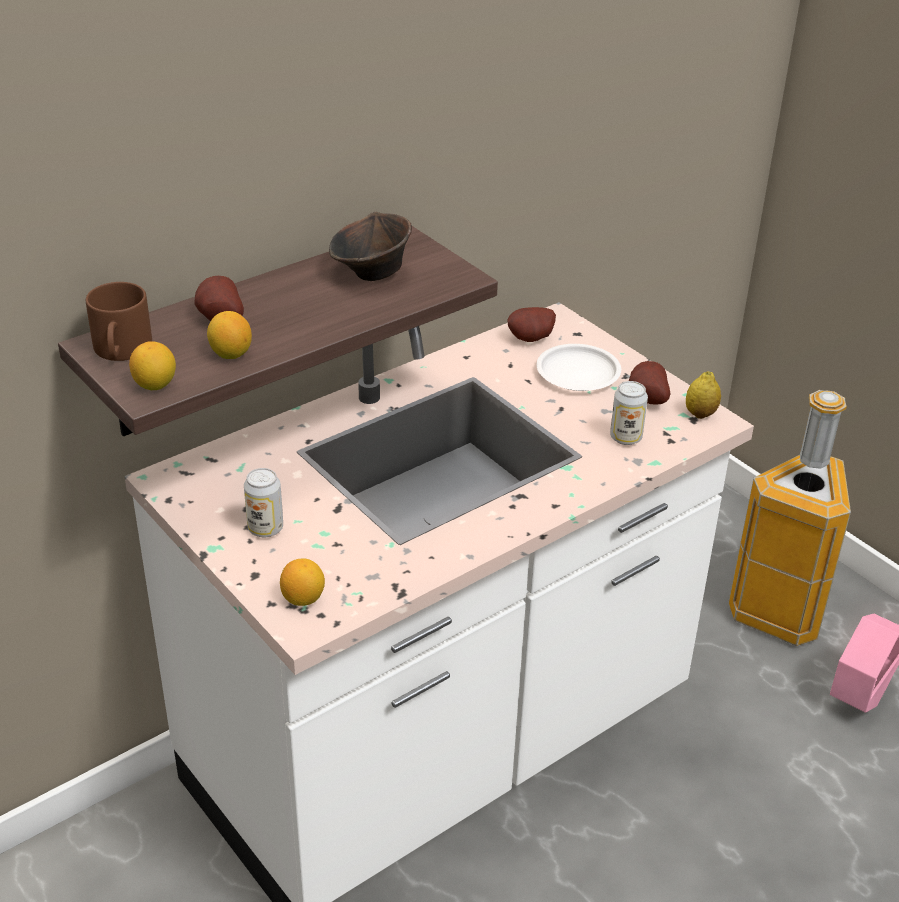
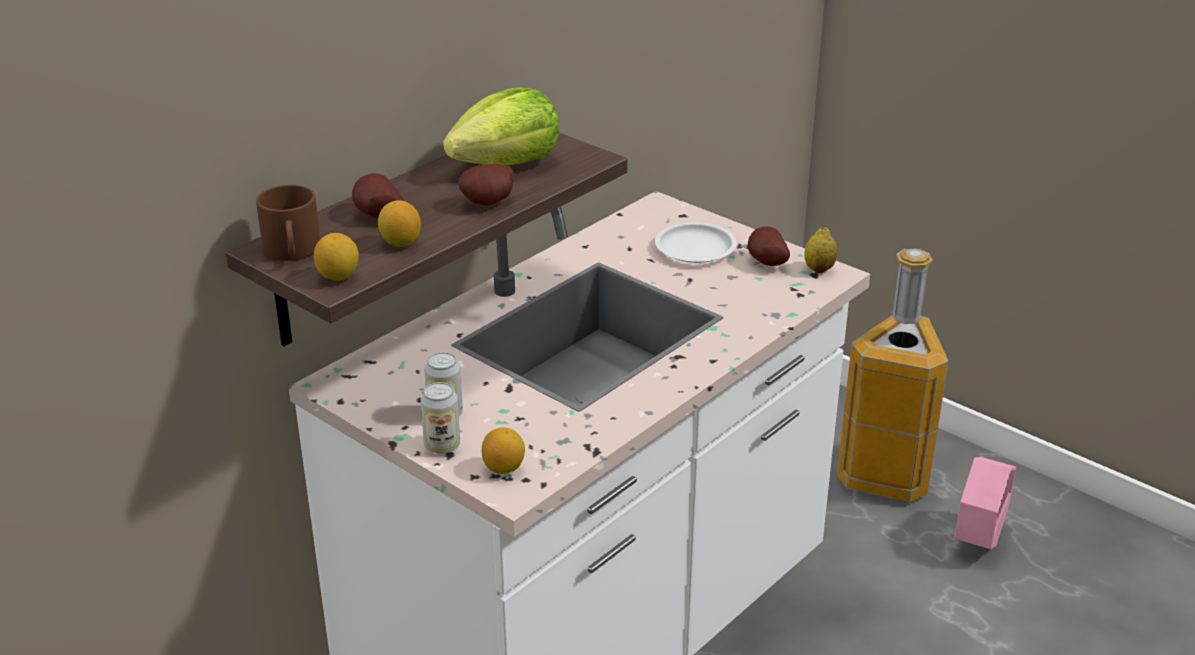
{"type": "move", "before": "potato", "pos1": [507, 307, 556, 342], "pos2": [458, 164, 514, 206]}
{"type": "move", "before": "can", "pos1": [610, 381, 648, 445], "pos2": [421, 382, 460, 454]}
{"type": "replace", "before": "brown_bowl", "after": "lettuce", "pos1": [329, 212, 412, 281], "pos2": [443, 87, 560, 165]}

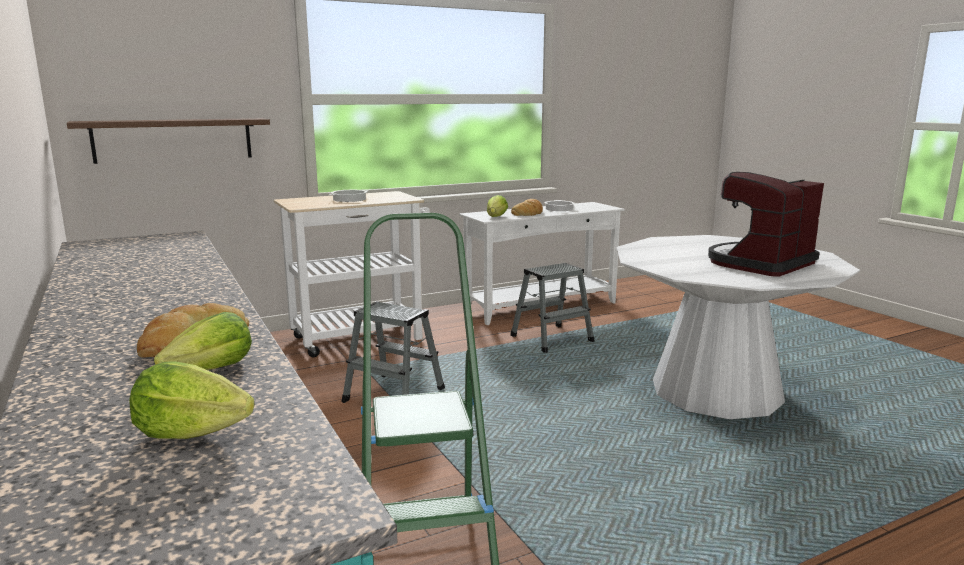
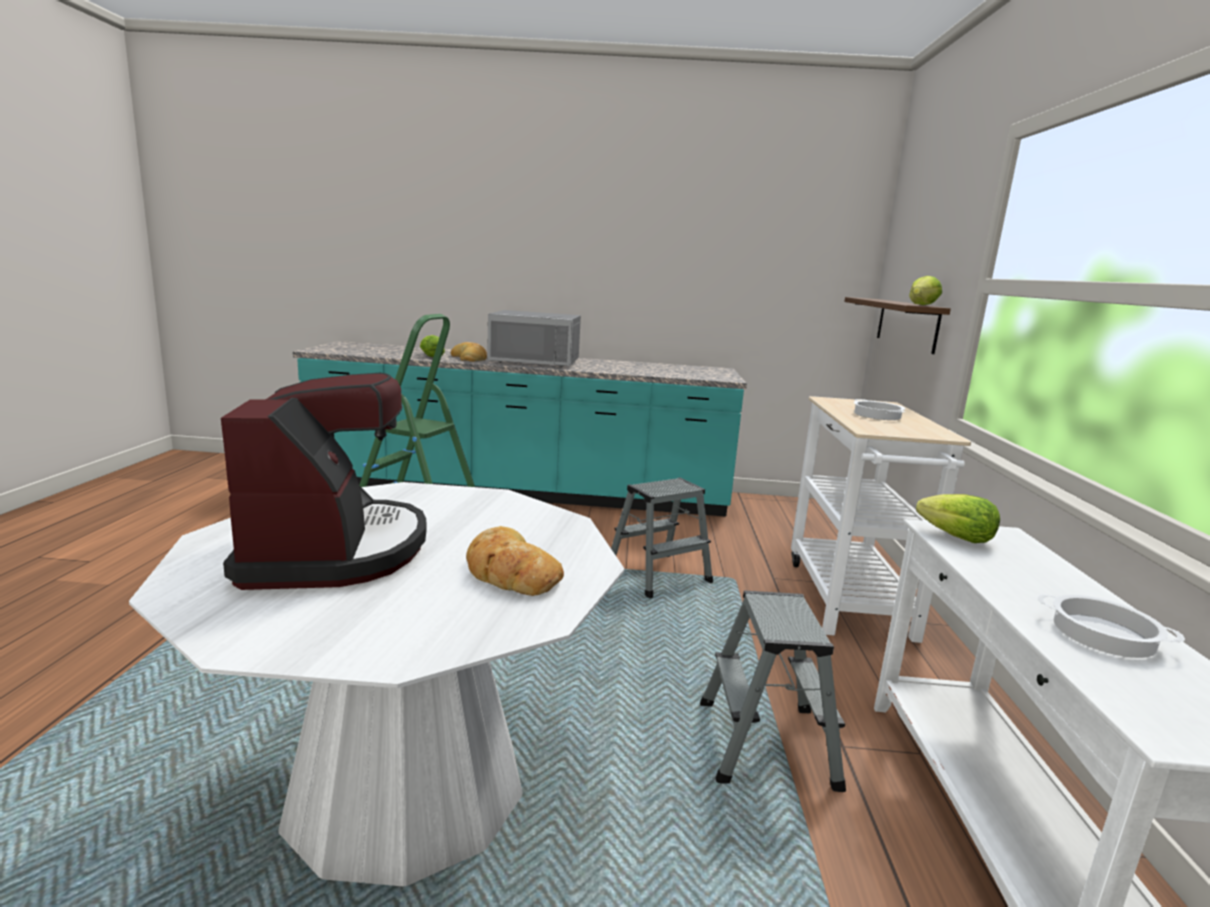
{"type": "insert", "after": "grey_microwave", "pos2": [487, 310, 581, 367]}
{"type": "move", "before": "lettuce", "pos1": [129, 361, 254, 439], "pos2": [909, 276, 942, 305]}
{"type": "move", "before": "bread", "pos1": [511, 199, 543, 216], "pos2": [466, 526, 564, 596]}

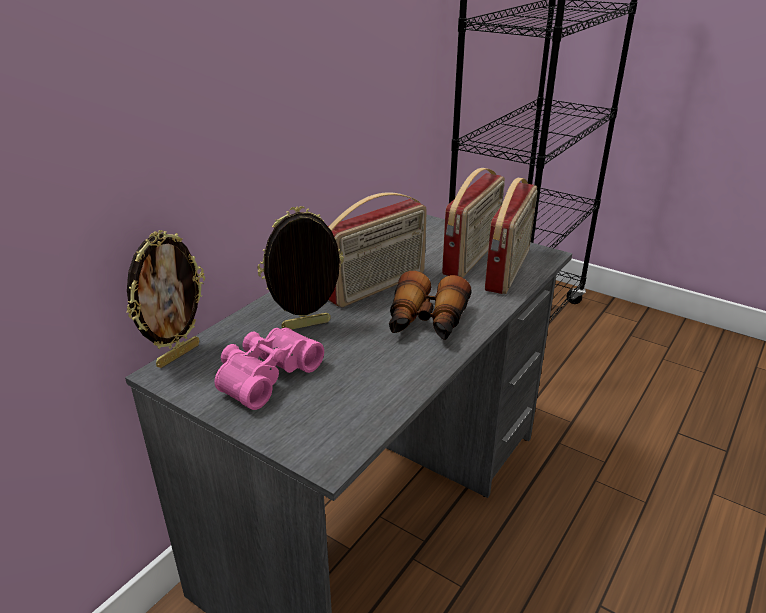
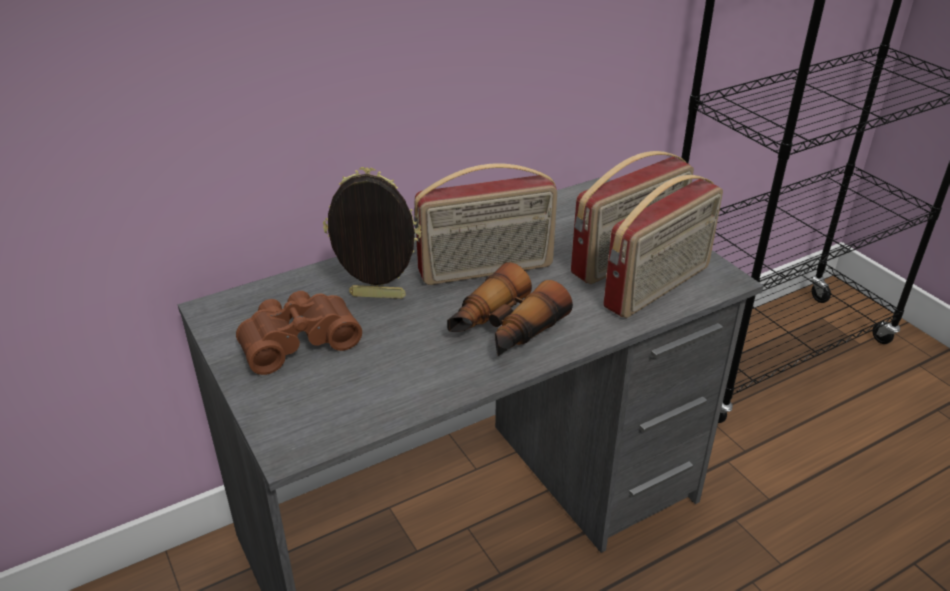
{"type": "delete", "before": "picture_frame", "pos1": [127, 230, 205, 368]}
{"type": "recolor", "before": "pink_binoculars", "after": "brown_binoculars", "pos1": [215, 328, 324, 410], "pos2": [236, 291, 362, 375]}

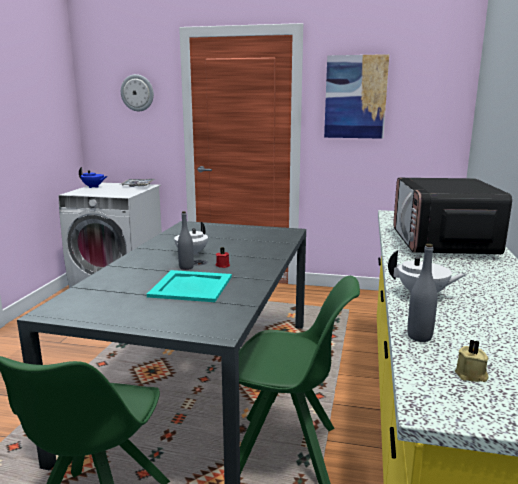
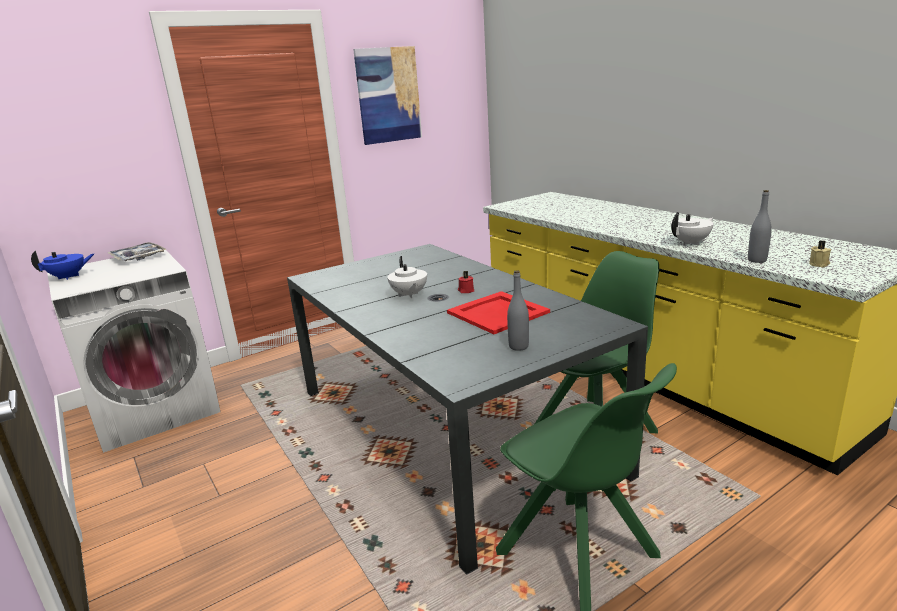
{"type": "delete", "before": "wall_clock", "pos1": [121, 74, 154, 111]}
{"type": "delete", "before": "microwave", "pos1": [393, 178, 512, 254]}
{"type": "move", "before": "grey_bottle", "pos1": [178, 211, 194, 270], "pos2": [507, 270, 529, 351]}
{"type": "recolor", "before": "turquoise_tray", "after": "red_tray", "pos1": [147, 270, 232, 302], "pos2": [447, 291, 550, 334]}

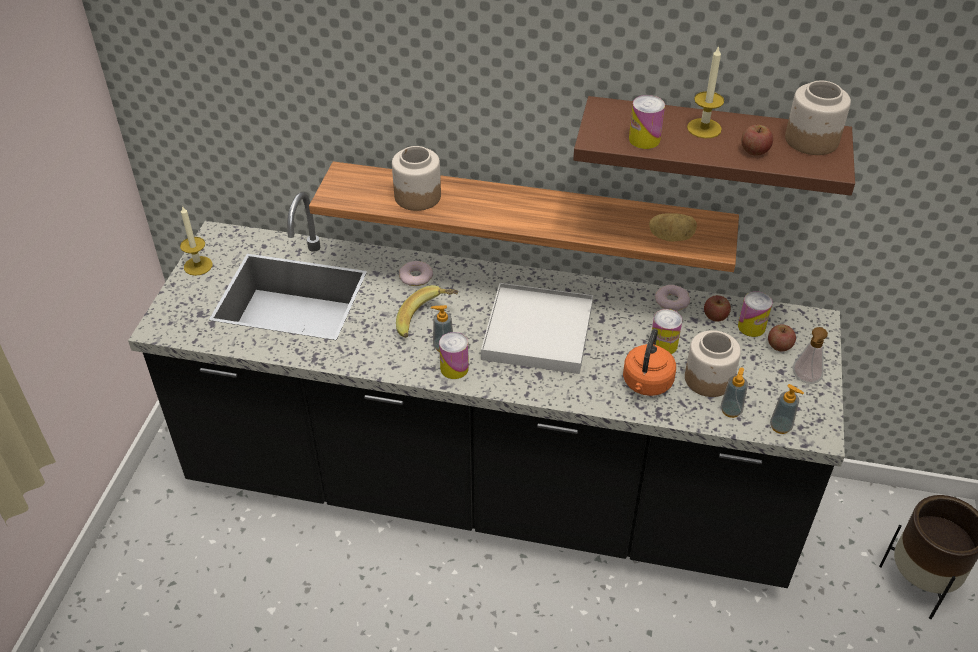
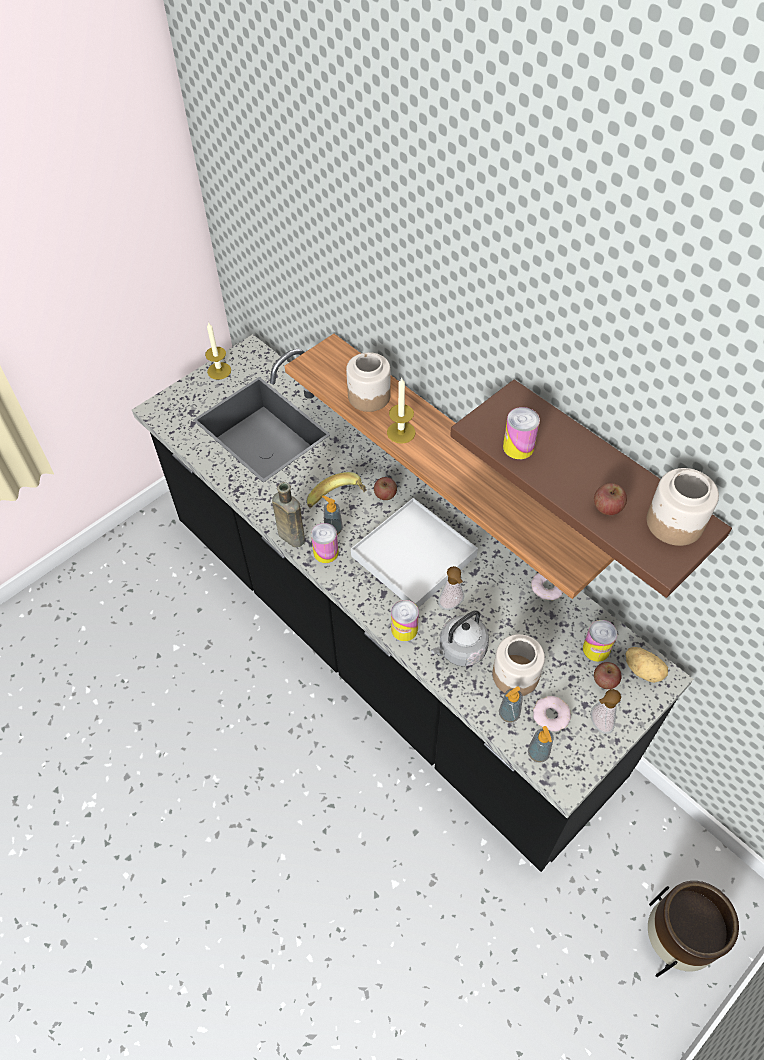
{"type": "insert", "after": "brown_bottle", "pos2": [272, 482, 305, 547]}
{"type": "insert", "after": "soap_dispenser", "pos2": [438, 566, 465, 610]}
{"type": "move", "before": "donut", "pos1": [399, 261, 433, 286], "pos2": [533, 696, 571, 732]}
{"type": "move", "before": "potato", "pos1": [649, 213, 697, 242], "pos2": [626, 647, 668, 683]}
{"type": "move", "before": "can", "pos1": [652, 309, 682, 354], "pos2": [391, 600, 419, 641]}
{"type": "move", "before": "candle", "pos1": [687, 46, 724, 138], "pos2": [387, 378, 416, 444]}
{"type": "move", "before": "apple", "pos1": [704, 295, 731, 322], "pos2": [374, 477, 397, 500]}
{"type": "recolor", "before": "orange_kettle", "after": "grey_kettle", "pos1": [623, 329, 676, 396], "pos2": [431, 610, 489, 666]}

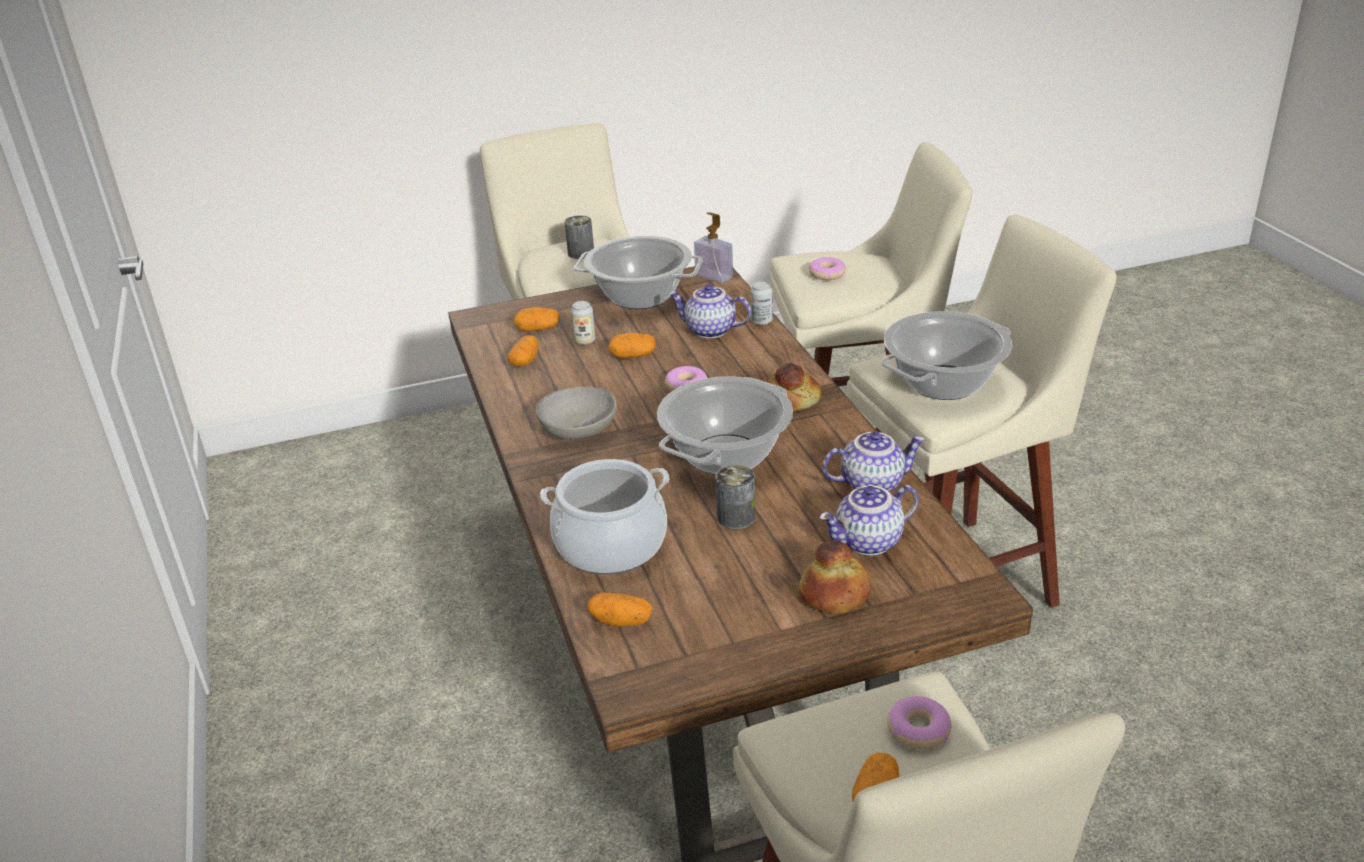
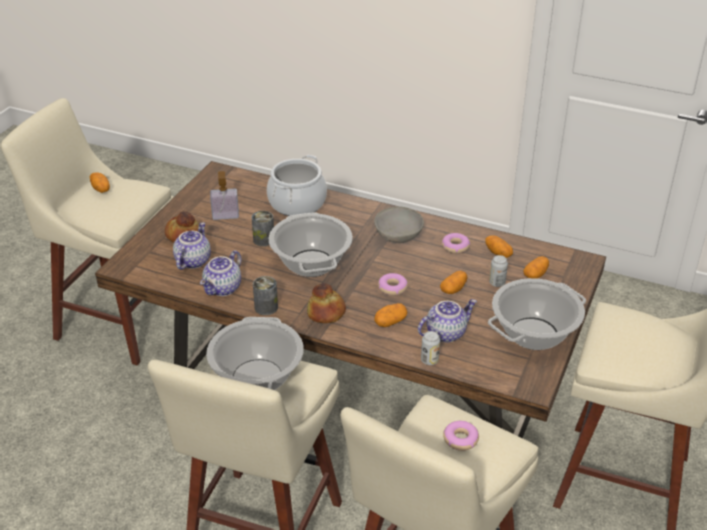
{"type": "move", "before": "can", "pos1": [565, 216, 594, 259], "pos2": [253, 276, 278, 315]}
{"type": "move", "before": "potato", "pos1": [587, 592, 653, 627], "pos2": [374, 303, 408, 327]}
{"type": "move", "before": "soap_dispenser", "pos1": [694, 212, 733, 283], "pos2": [210, 171, 239, 220]}
{"type": "move", "before": "donut", "pos1": [887, 696, 952, 749], "pos2": [442, 233, 470, 254]}

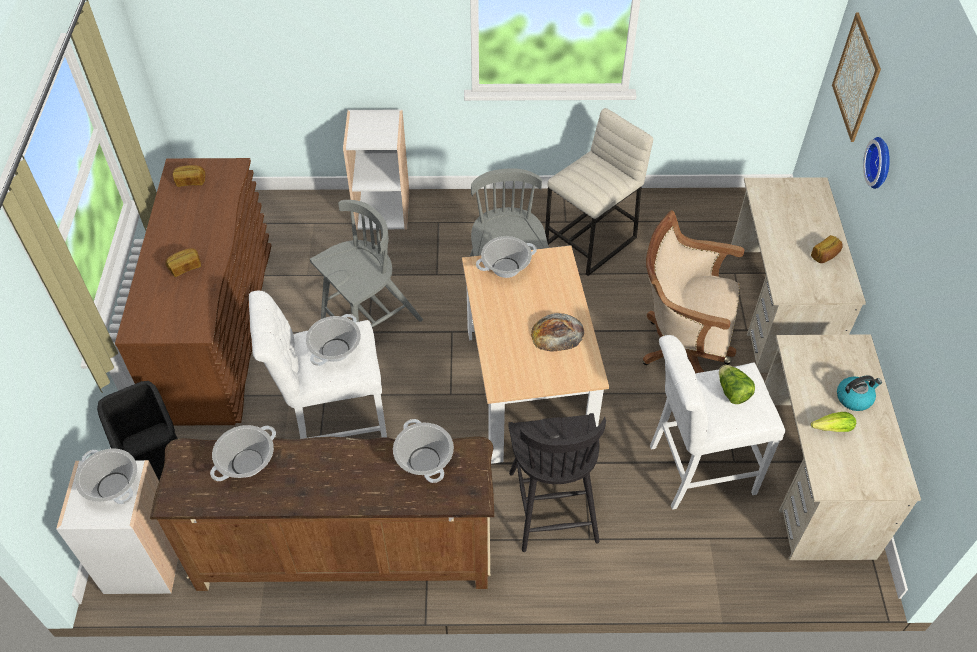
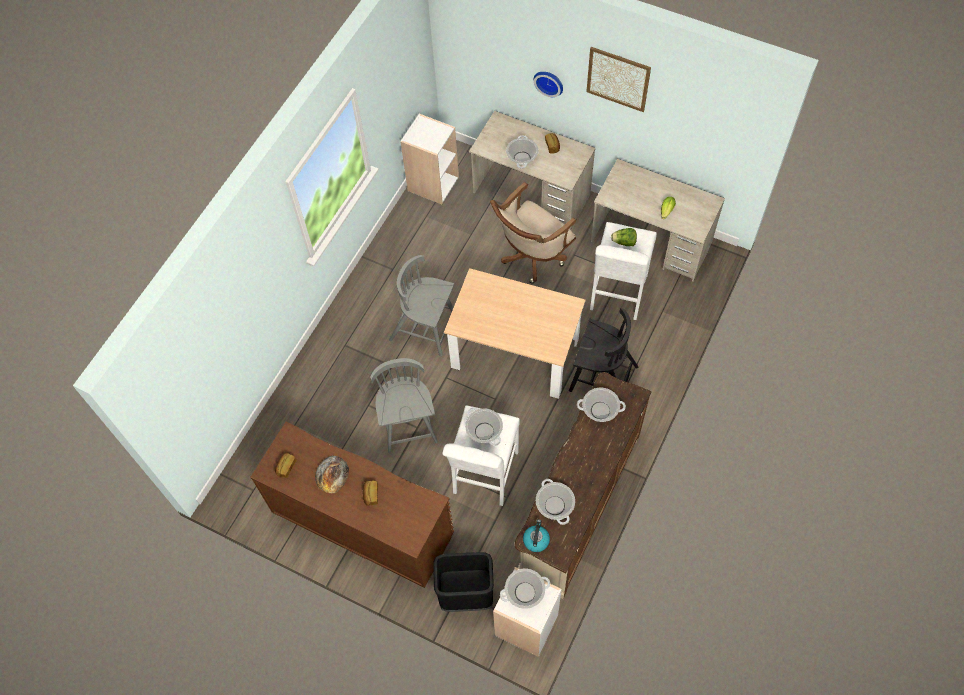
{"type": "delete", "before": "beige_stool", "pos1": [545, 108, 653, 276]}
{"type": "move", "before": "bookcase", "pos1": [343, 110, 409, 230], "pos2": [400, 114, 459, 204]}
{"type": "move", "before": "cooking_pot", "pos1": [476, 236, 537, 278], "pos2": [506, 135, 539, 169]}
{"type": "move", "before": "bread", "pos1": [531, 313, 585, 352], "pos2": [315, 456, 349, 493]}
{"type": "move", "before": "picture", "pos1": [832, 12, 881, 142], "pos2": [586, 47, 651, 112]}
{"type": "move", "before": "kettle", "pos1": [837, 375, 882, 411], "pos2": [523, 519, 550, 552]}

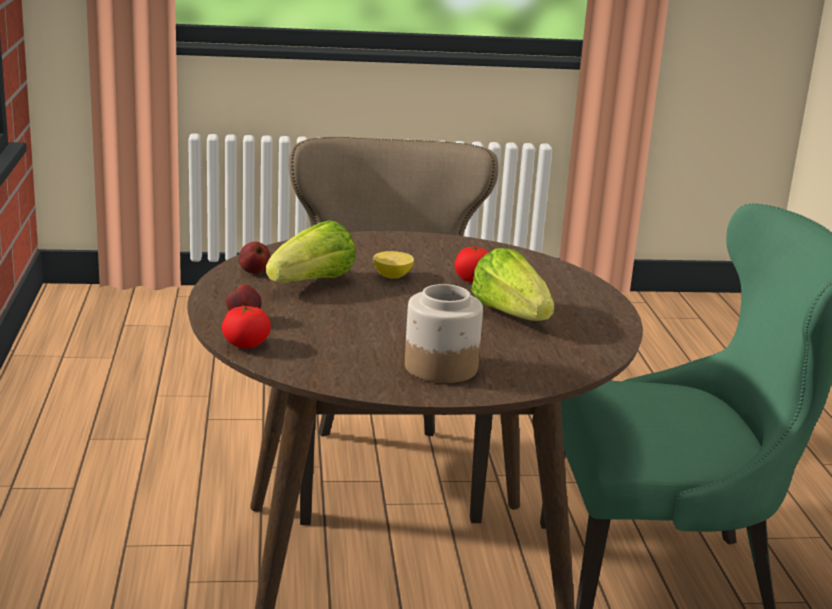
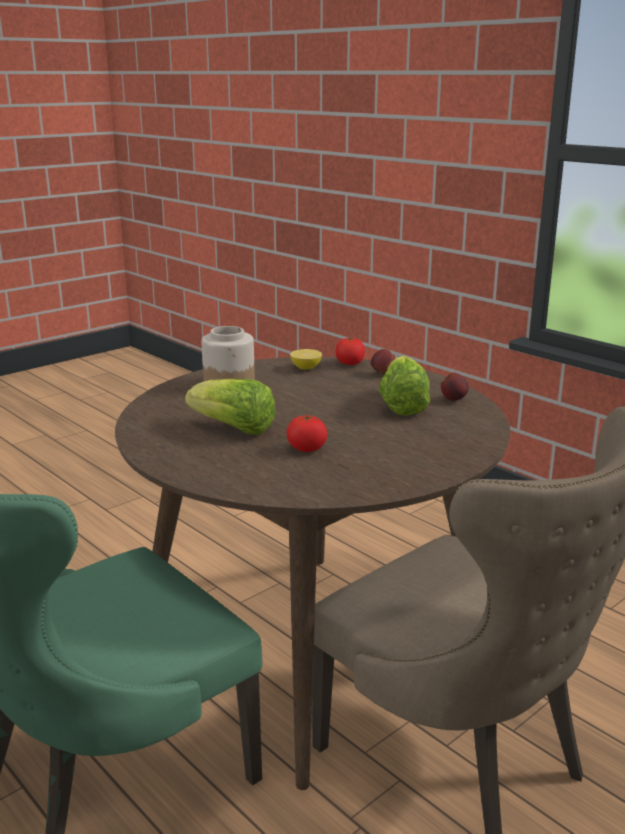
{"type": "move", "before": "lemon", "pos1": [373, 251, 414, 279], "pos2": [290, 349, 322, 370]}

